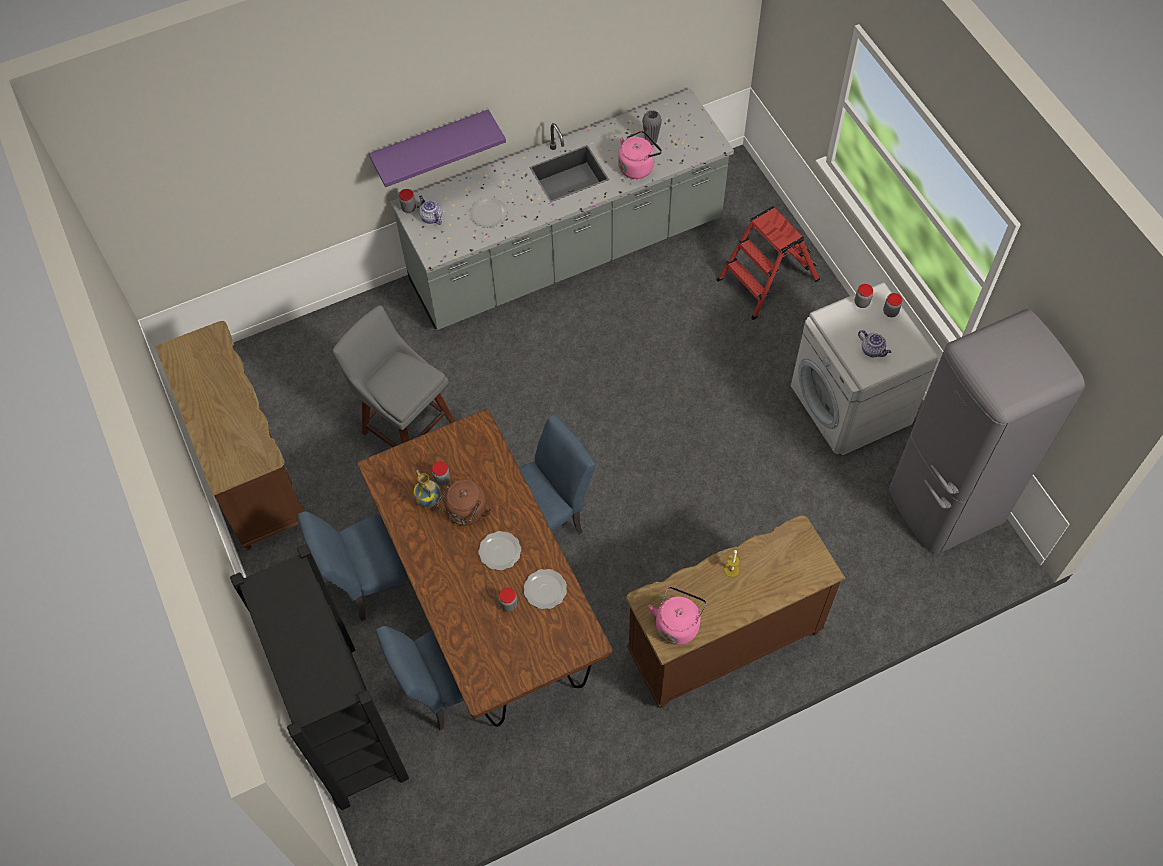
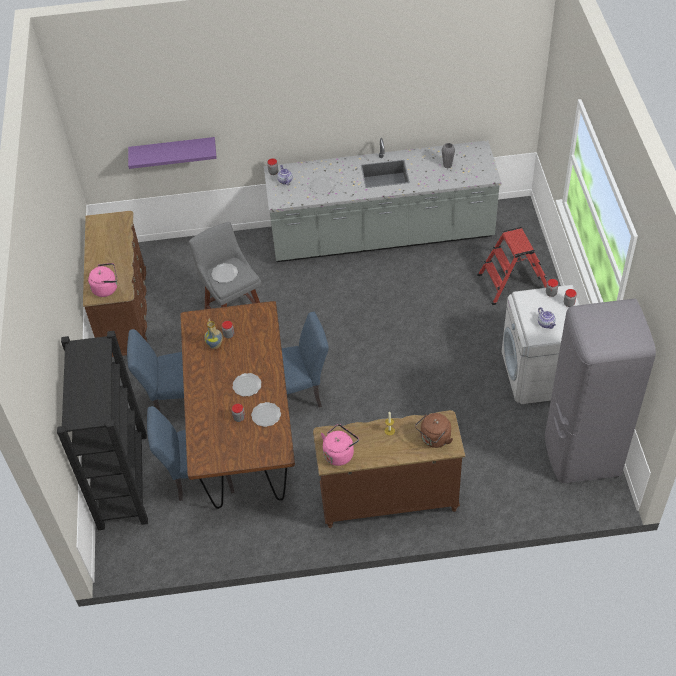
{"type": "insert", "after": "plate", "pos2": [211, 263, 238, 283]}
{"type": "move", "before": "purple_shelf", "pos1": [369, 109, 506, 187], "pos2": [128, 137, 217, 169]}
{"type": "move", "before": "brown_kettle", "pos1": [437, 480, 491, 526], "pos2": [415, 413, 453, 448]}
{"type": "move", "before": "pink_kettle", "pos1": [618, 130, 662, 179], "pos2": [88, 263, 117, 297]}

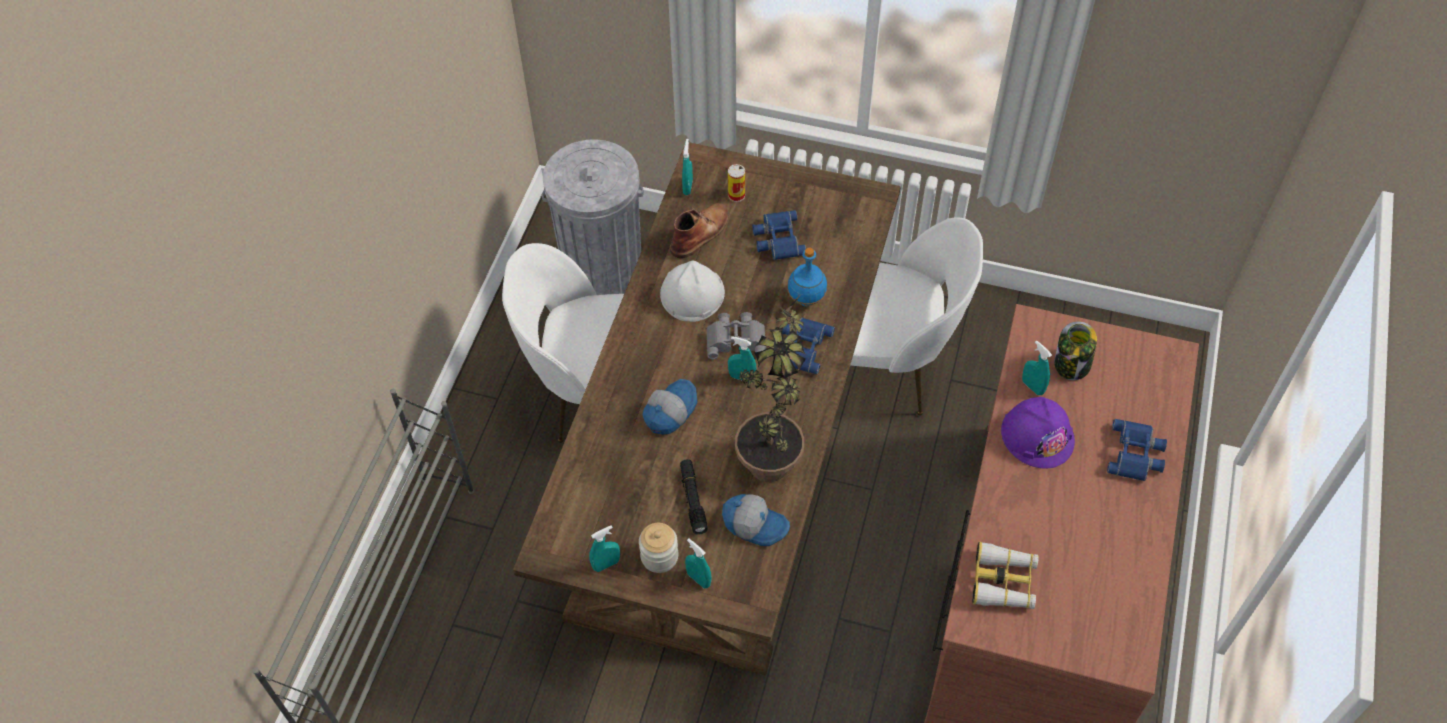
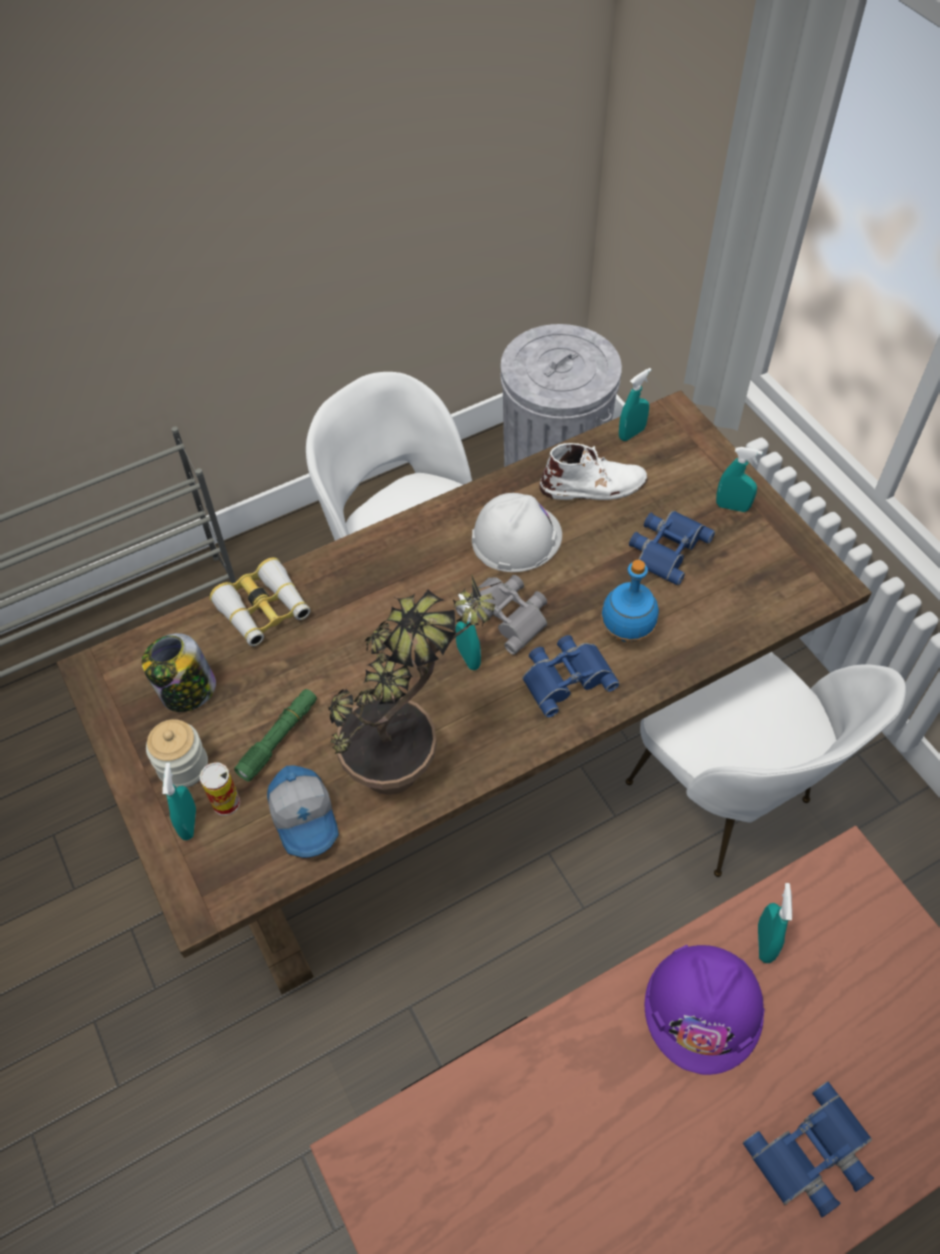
{"type": "delete", "before": "cap", "pos1": [642, 379, 697, 435]}
{"type": "move", "before": "turquoise_spray_bottle", "pos1": [589, 525, 620, 572], "pos2": [716, 447, 763, 512]}
{"type": "move", "before": "can", "pos1": [728, 164, 745, 202], "pos2": [200, 762, 240, 816]}
{"type": "move", "before": "binoculars", "pos1": [972, 542, 1039, 609], "pos2": [209, 557, 310, 646]}
{"type": "move", "before": "jar", "pos1": [1054, 321, 1097, 380], "pos2": [142, 633, 216, 712]}
{"type": "recolor", "before": "brown_boot", "after": "white_boot", "pos1": [670, 203, 729, 259], "pos2": [540, 443, 647, 500]}
{"type": "recolor", "before": "black_flashlight", "after": "green_flashlight", "pos1": [680, 459, 708, 535], "pos2": [234, 689, 317, 782]}

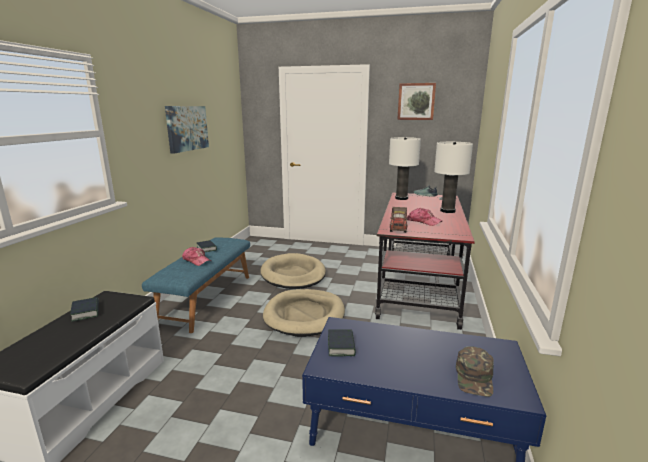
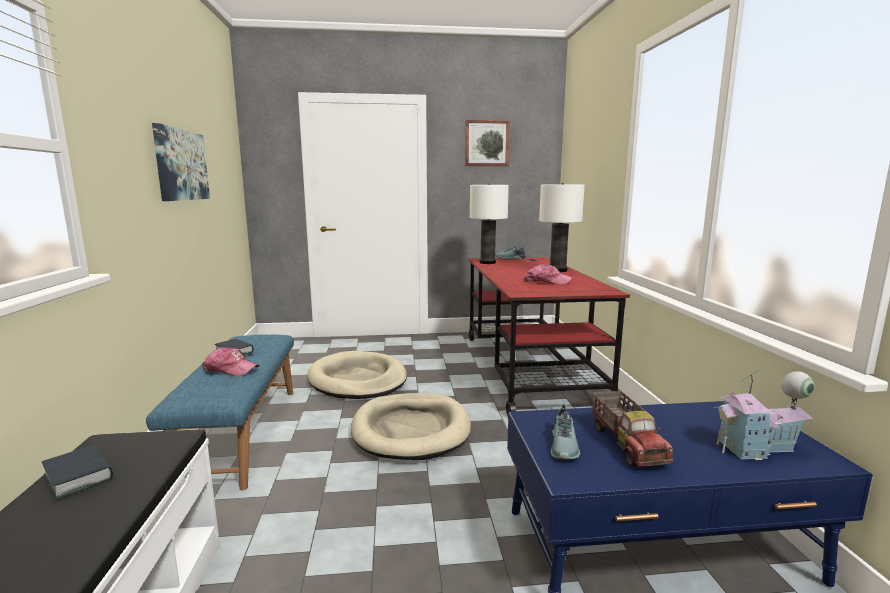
{"type": "move", "before": "toy_truck", "pos1": [390, 207, 408, 233], "pos2": [592, 391, 673, 467]}
{"type": "replace", "before": "book", "after": "shoe", "pos1": [328, 329, 356, 357], "pos2": [551, 404, 580, 459]}
{"type": "replace", "before": "green_cap", "after": "toy_house", "pos1": [456, 347, 494, 397], "pos2": [713, 369, 815, 460]}

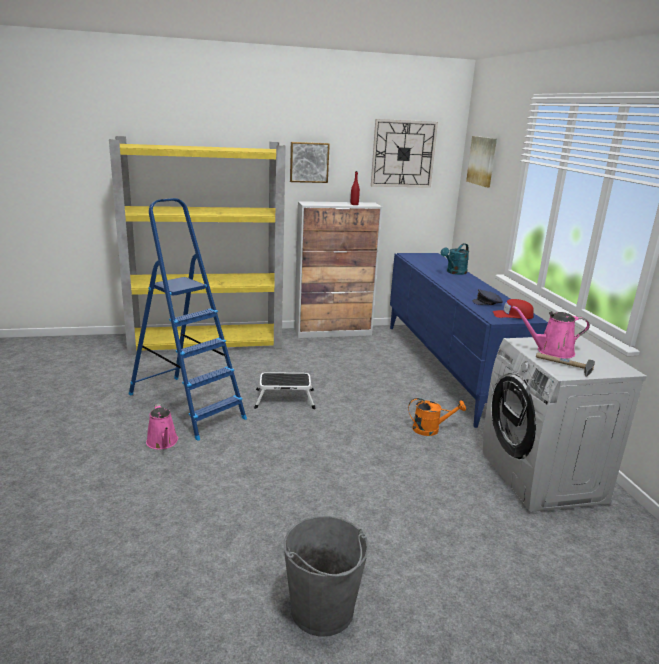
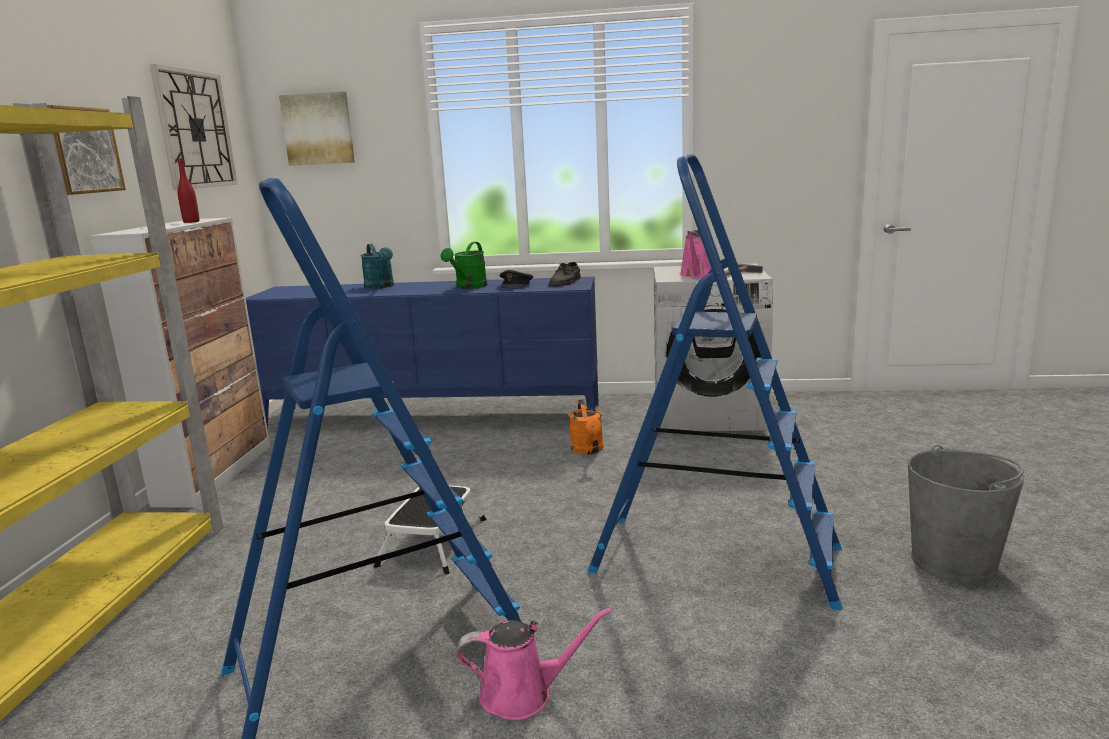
{"type": "insert", "after": "green_watering_can", "pos2": [441, 242, 488, 289]}
{"type": "insert", "after": "blue_step_ladder", "pos2": [588, 153, 842, 610]}
{"type": "replace", "before": "red_cap", "after": "grey_shoe", "pos1": [493, 299, 534, 319], "pos2": [549, 262, 581, 286]}
{"type": "rotate", "before": "orange_watering_can", "pos1": [408, 398, 466, 436], "pos2": [569, 399, 603, 455], "turn": 150}

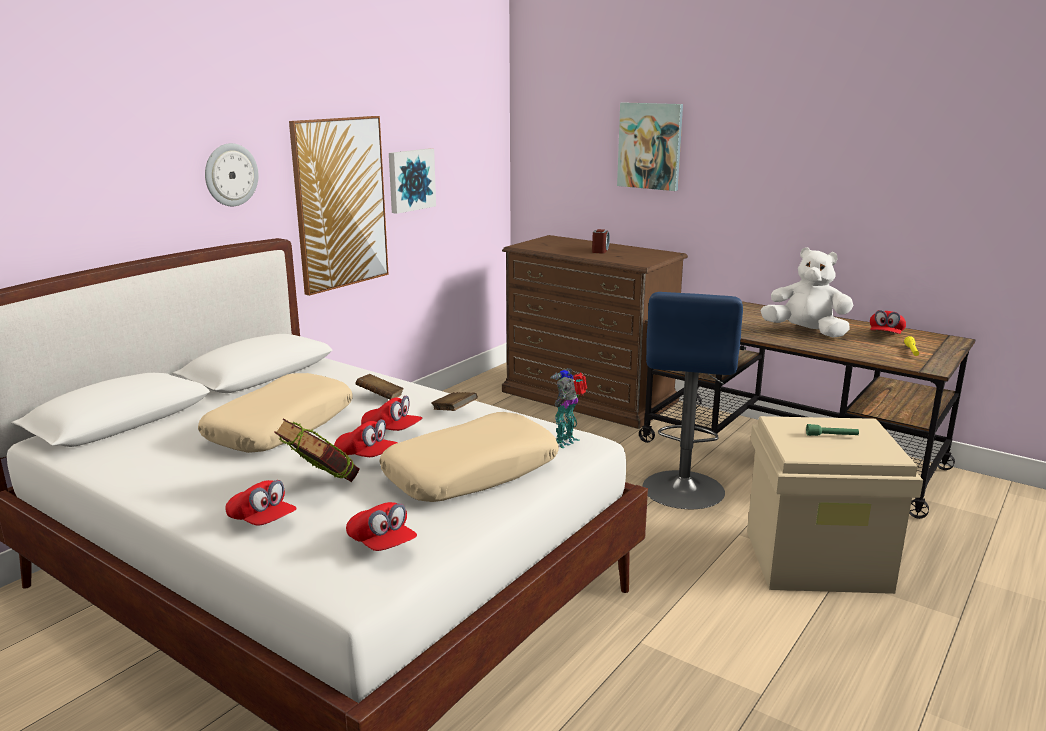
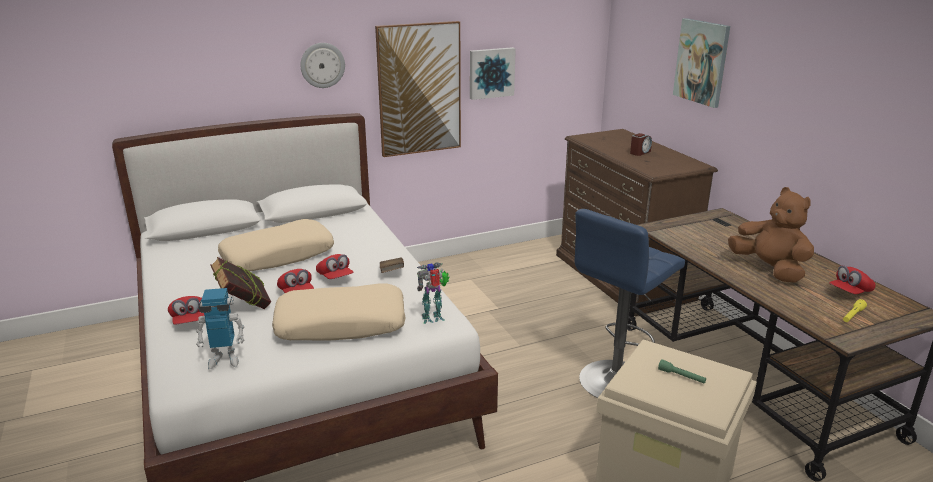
{"type": "delete", "before": "brown_book", "pos1": [355, 374, 404, 400]}
{"type": "replace", "before": "red_cap", "after": "toy_robot", "pos1": [346, 502, 417, 551], "pos2": [196, 288, 244, 370]}
{"type": "recolor", "before": "white_plush_toy", "after": "brown_plush_toy", "pos1": [760, 247, 853, 337], "pos2": [728, 187, 814, 283]}

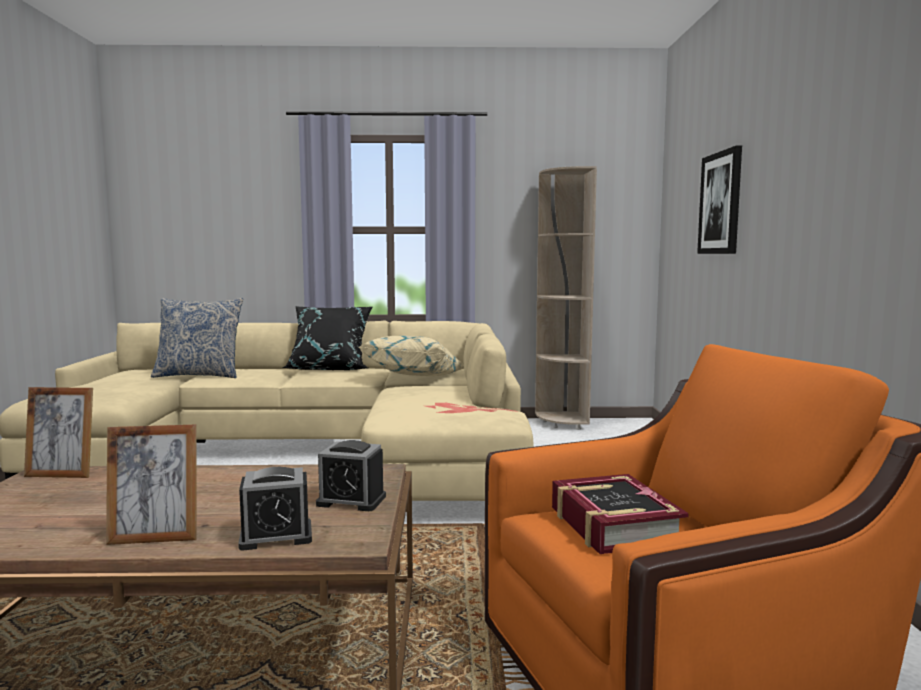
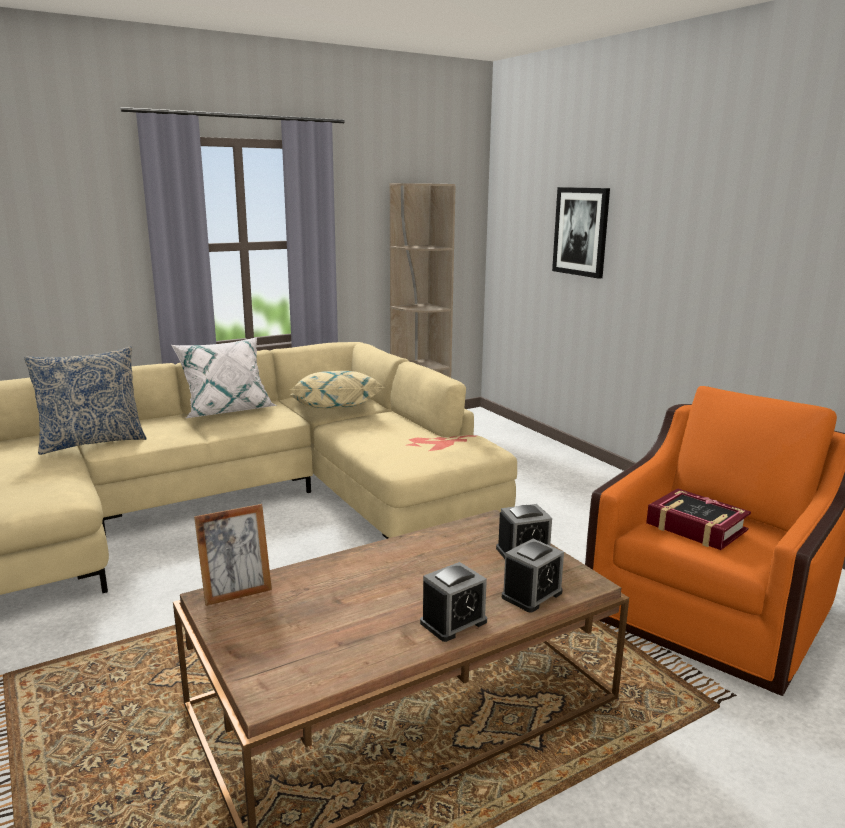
{"type": "replace", "before": "picture_frame", "after": "alarm_clock", "pos1": [106, 424, 197, 545], "pos2": [420, 562, 487, 642]}
{"type": "recolor", "before": "black_pillow", "after": "white_pillow", "pos1": [282, 306, 373, 370], "pos2": [171, 337, 277, 418]}

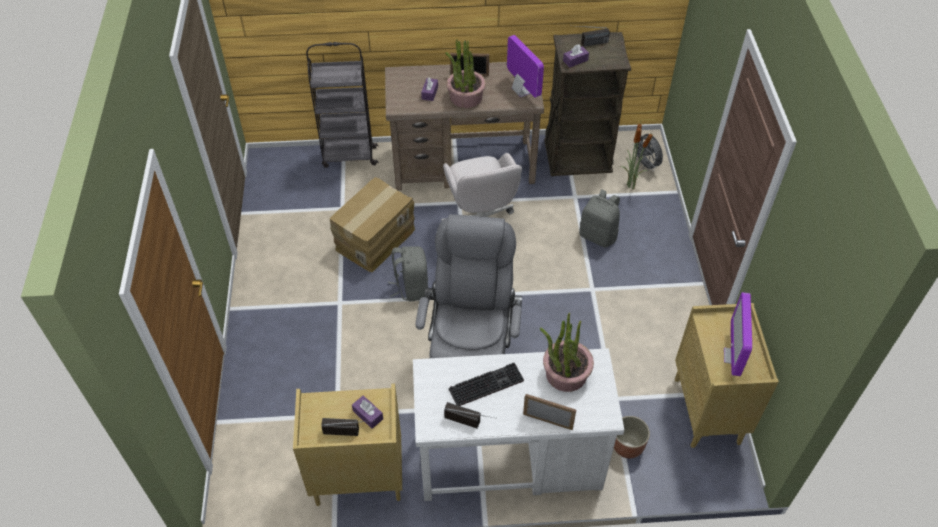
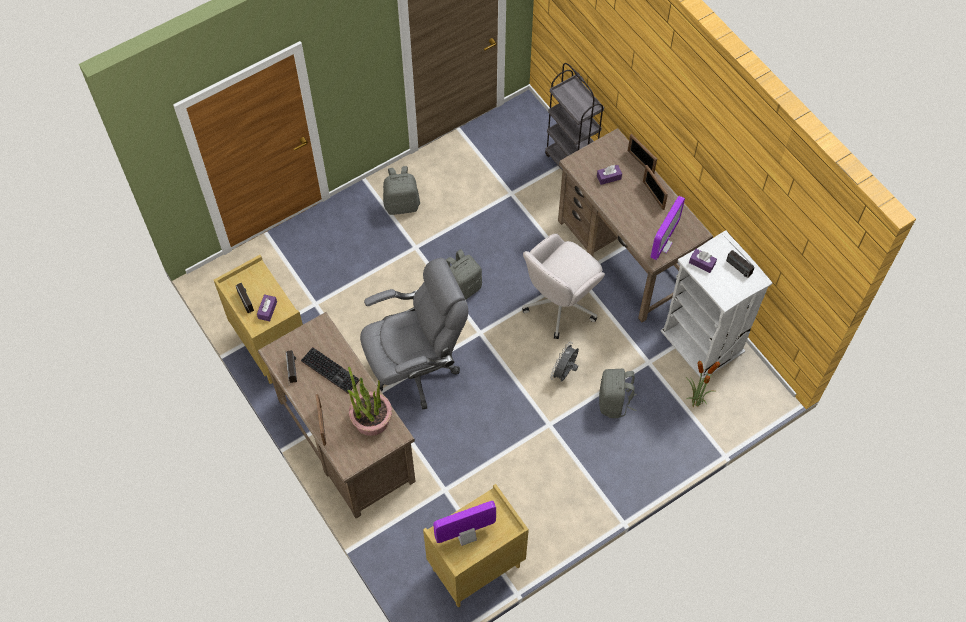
{"type": "delete", "before": "cardboard_box", "pos1": [330, 177, 415, 272]}
{"type": "delete", "before": "potted_plant", "pos1": [445, 39, 486, 108]}
{"type": "delete", "before": "planter", "pos1": [614, 416, 650, 458]}
{"type": "insert", "after": "grey_backpack", "pos2": [383, 166, 420, 215]}
{"type": "insert", "after": "picture_frame", "pos2": [628, 133, 657, 173]}
{"type": "move", "before": "grey_fan", "pos1": [632, 134, 663, 171], "pos2": [550, 343, 579, 382]}
{"type": "recolor", "before": "white_desk", "after": "brown_desk", "pos1": [413, 348, 624, 501], "pos2": [258, 312, 416, 518]}
{"type": "recolor", "before": "brown_bookcase", "after": "white_bookcase", "pos1": [544, 32, 631, 176], "pos2": [660, 230, 773, 379]}

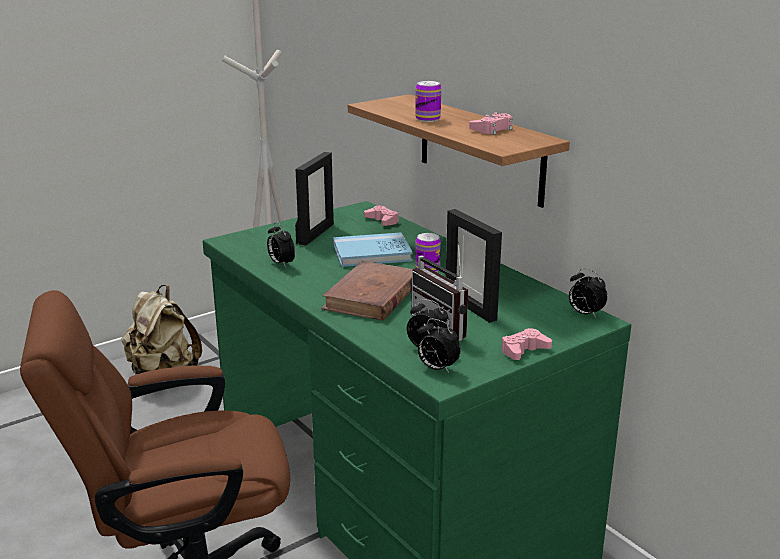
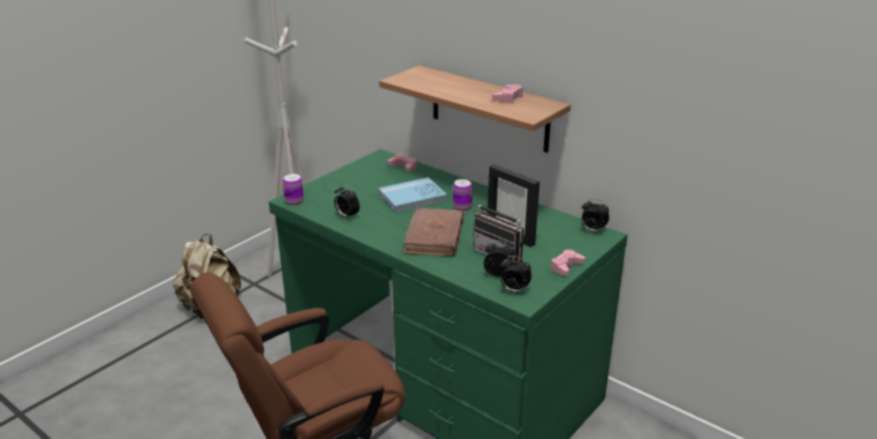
{"type": "delete", "before": "picture_frame", "pos1": [295, 152, 334, 245]}
{"type": "move", "before": "can", "pos1": [415, 81, 441, 122], "pos2": [283, 174, 304, 205]}

